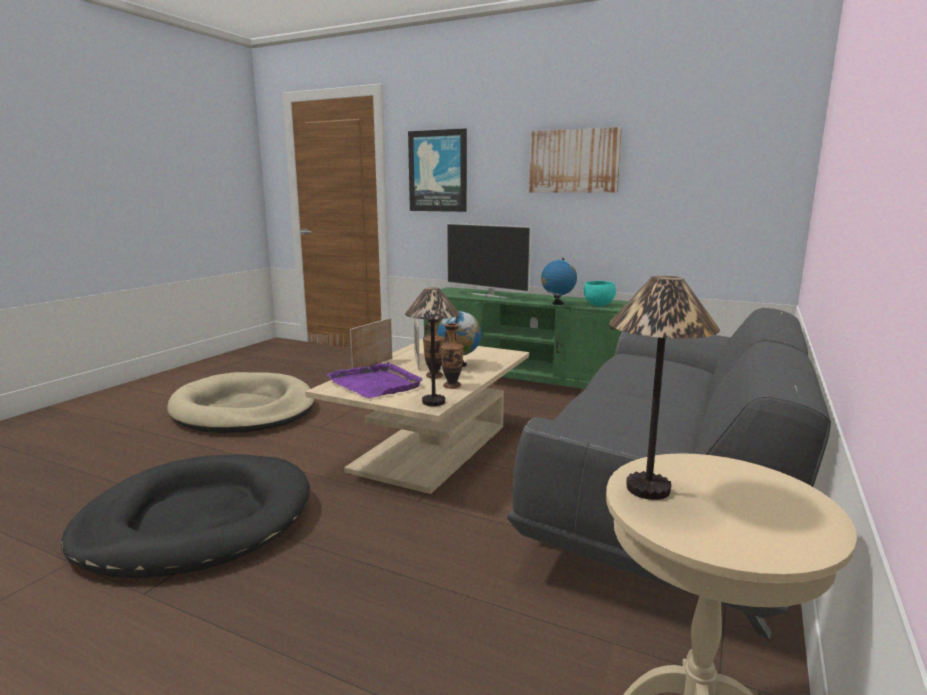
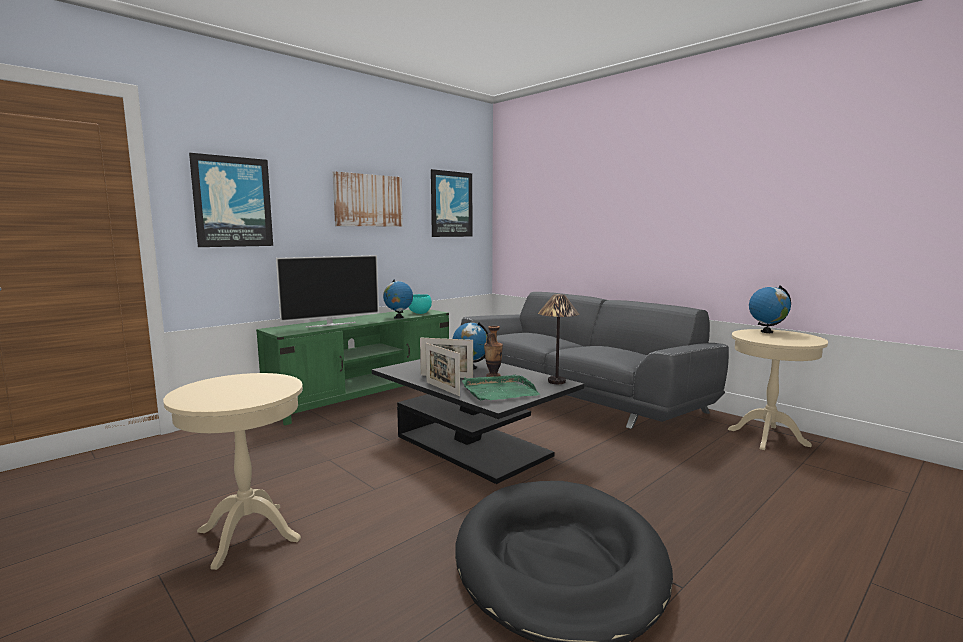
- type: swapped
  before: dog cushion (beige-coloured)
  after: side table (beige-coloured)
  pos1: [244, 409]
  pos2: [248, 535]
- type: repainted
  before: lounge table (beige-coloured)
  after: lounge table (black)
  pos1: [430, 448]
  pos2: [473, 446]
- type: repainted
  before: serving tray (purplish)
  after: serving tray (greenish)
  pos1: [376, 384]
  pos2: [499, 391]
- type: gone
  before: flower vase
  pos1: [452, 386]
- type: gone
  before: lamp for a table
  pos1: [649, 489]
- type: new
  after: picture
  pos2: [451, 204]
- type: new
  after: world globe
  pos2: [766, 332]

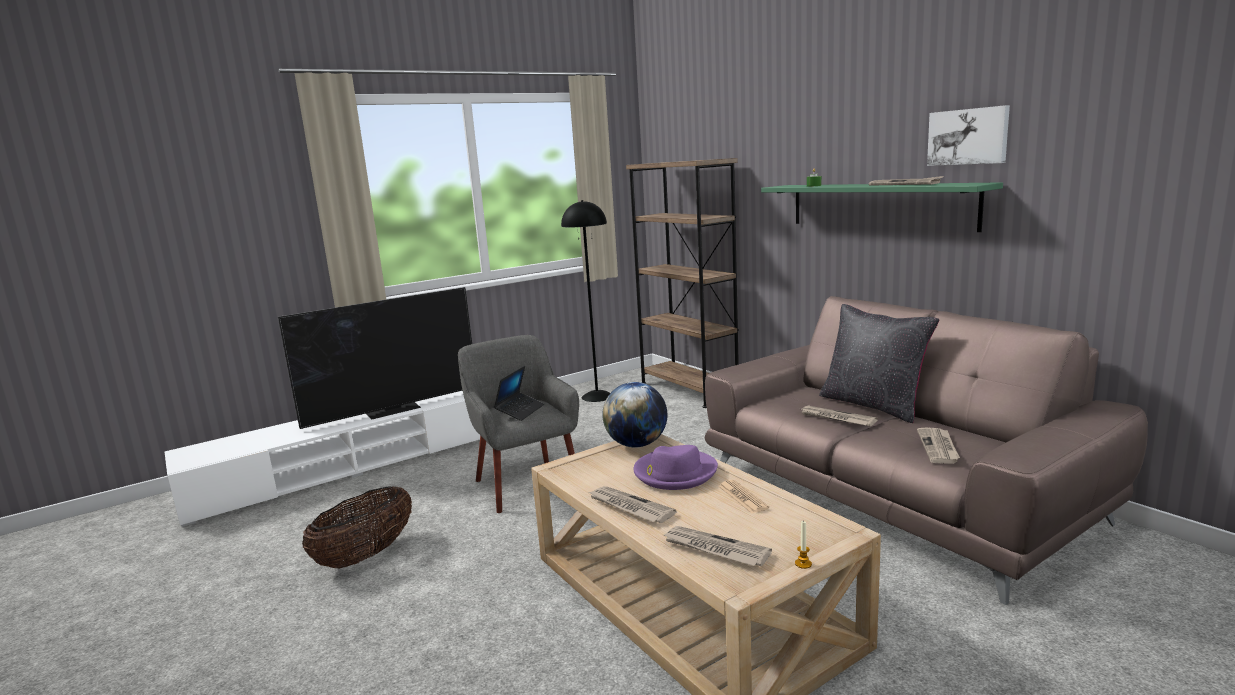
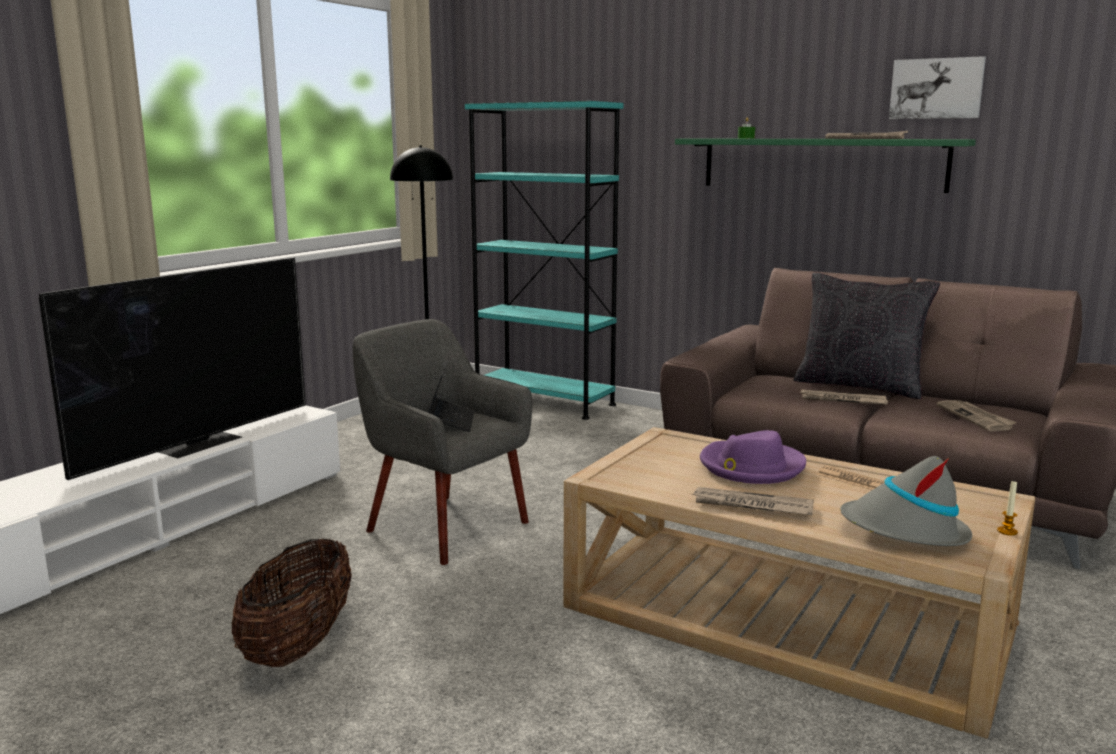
- type: gone
  before: world globe
  pos1: [636, 444]
- type: repainted
  before: bookshelf (brown)
  after: bookshelf (turquoise)
  pos1: [688, 390]
  pos2: [544, 401]
- type: swapped
  before: printed paper
  after: wearable hat (greyish)
  pos1: [714, 549]
  pos2: [904, 531]

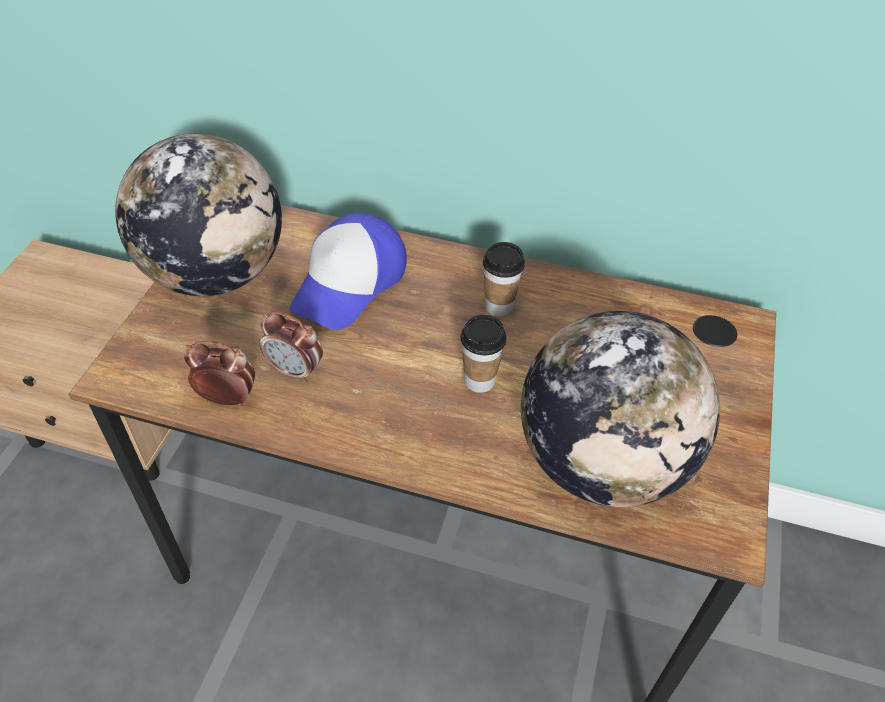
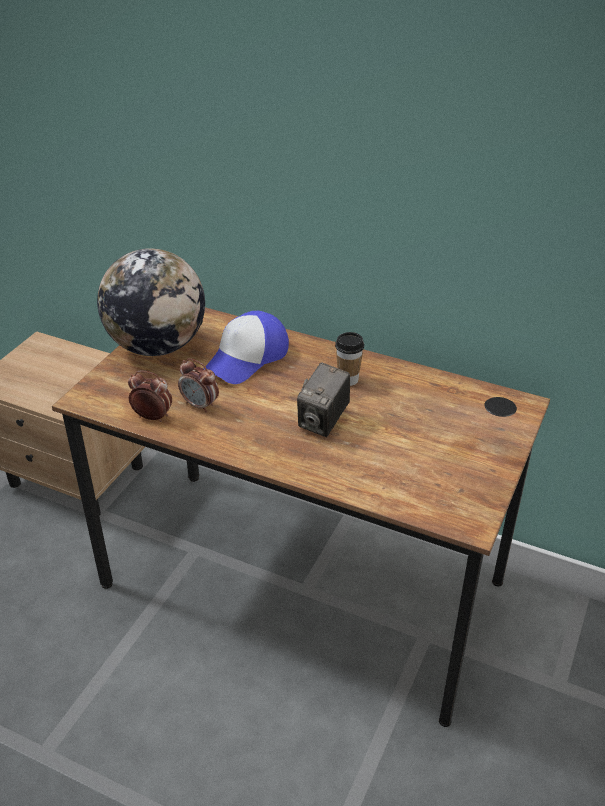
- type: swapped
  before: cup
  after: still camera
  pos1: [479, 380]
  pos2: [323, 421]
- type: gone
  before: world globe
  pos1: [602, 462]

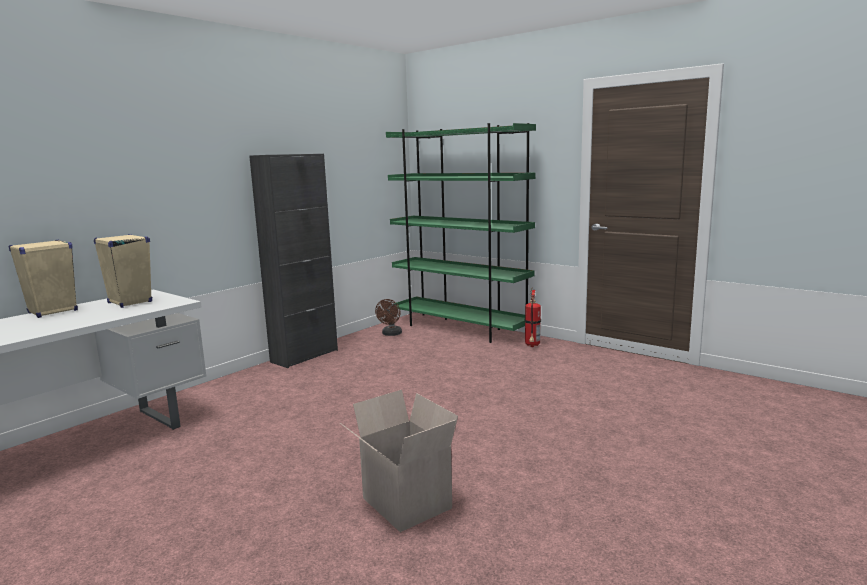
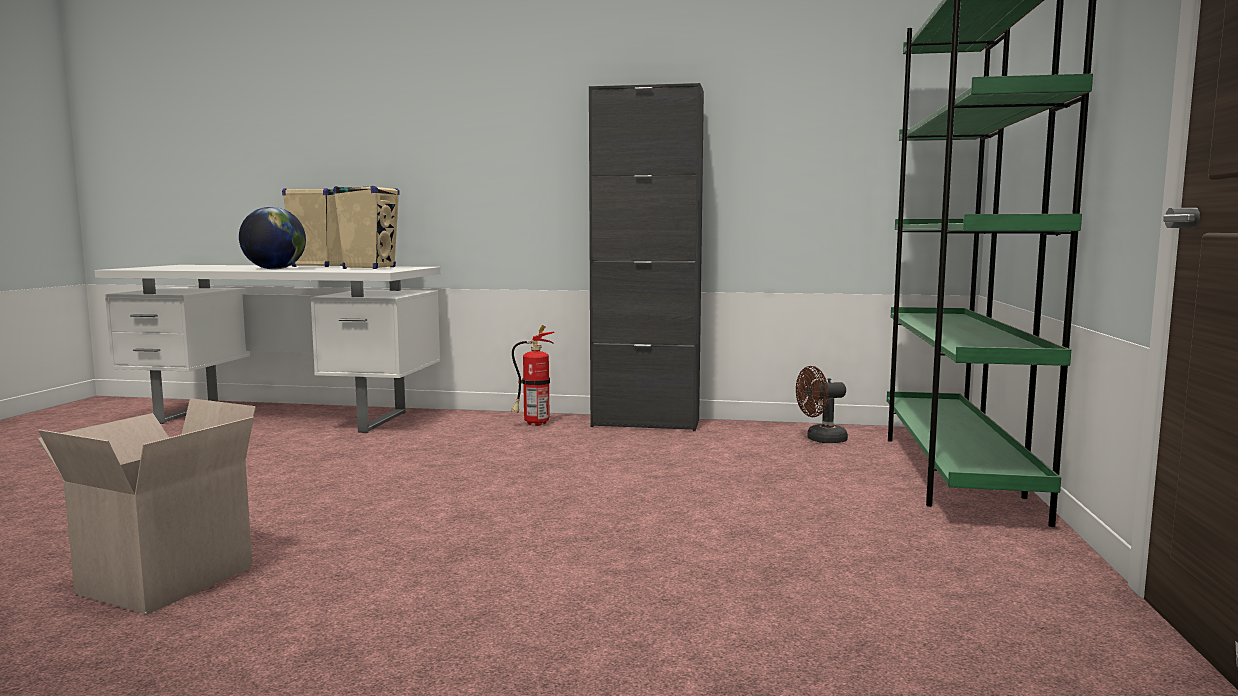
- type: shifted
  before: extinguisher
  pos1: [532, 346]
  pos2: [533, 424]
- type: new
  after: world globe
  pos2: [274, 269]

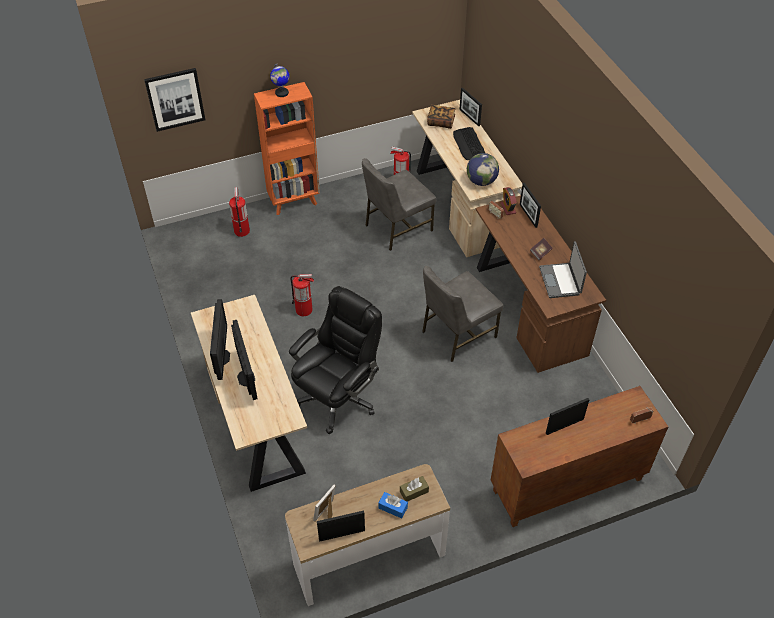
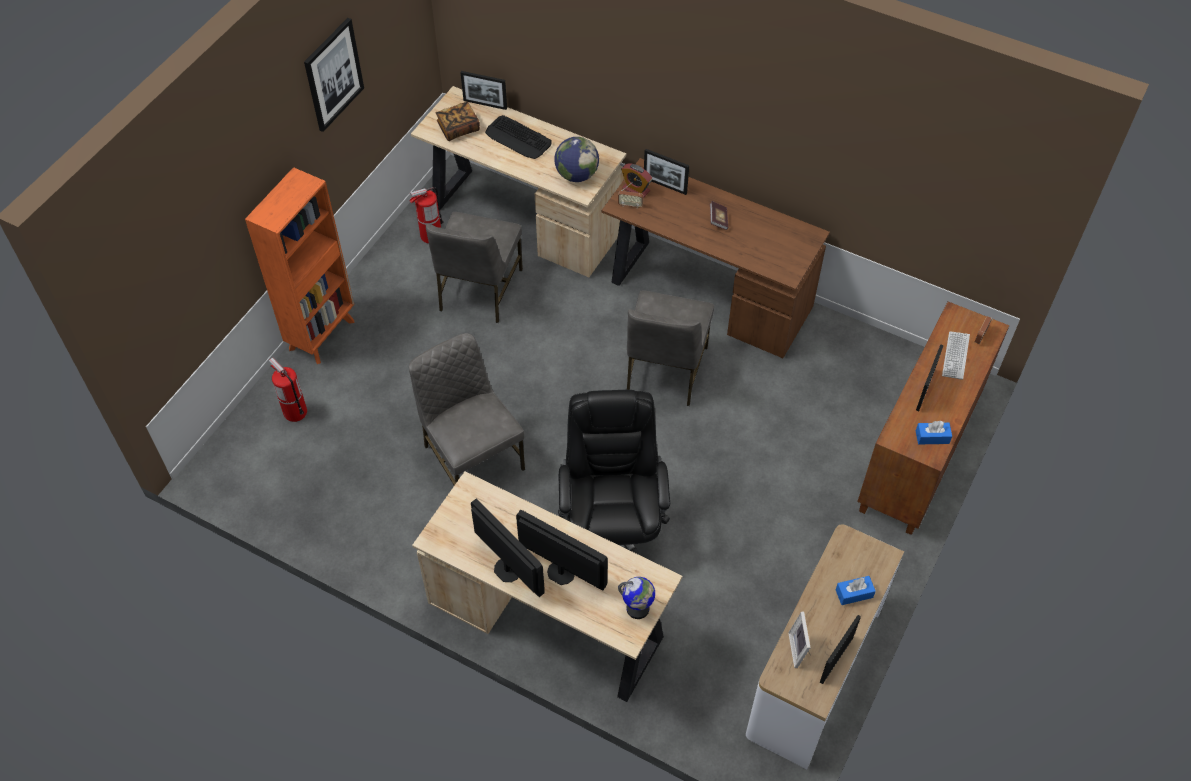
- type: shifted
  before: picture
  pos1: [175, 99]
  pos2: [333, 74]
- type: shifted
  before: world globe
  pos1: [281, 93]
  pos2: [638, 609]
- type: swapped
  before: extinguisher
  after: plain chair (greyish)
  pos1: [304, 310]
  pos2: [472, 457]
- type: gone
  before: tissue box (brown)
  pos1: [414, 491]
- type: gone
  before: notebook computer
  pos1: [560, 281]
- type: new
  after: tissue box (bluish)
  pos2: [932, 437]
- type: new
  after: keyboard
  pos2: [955, 356]

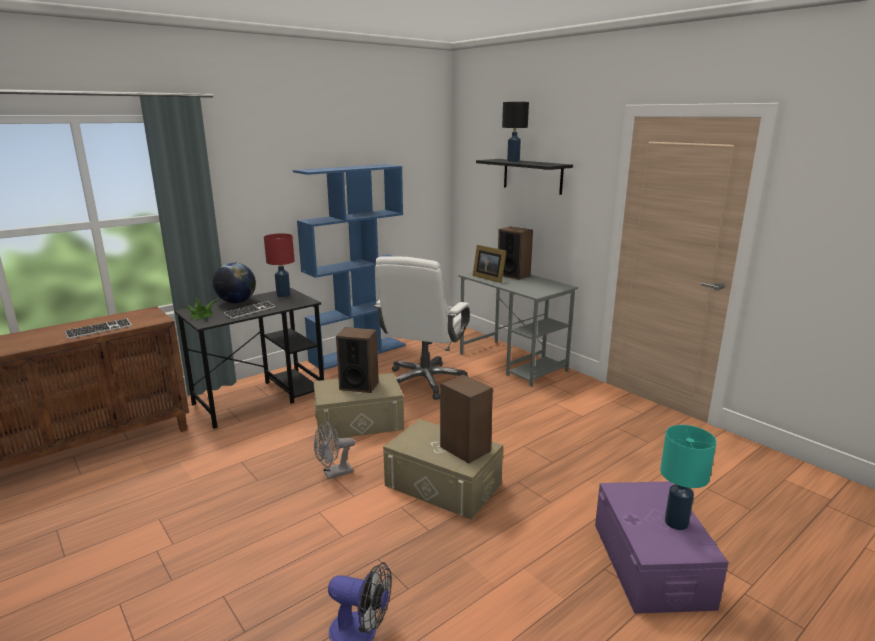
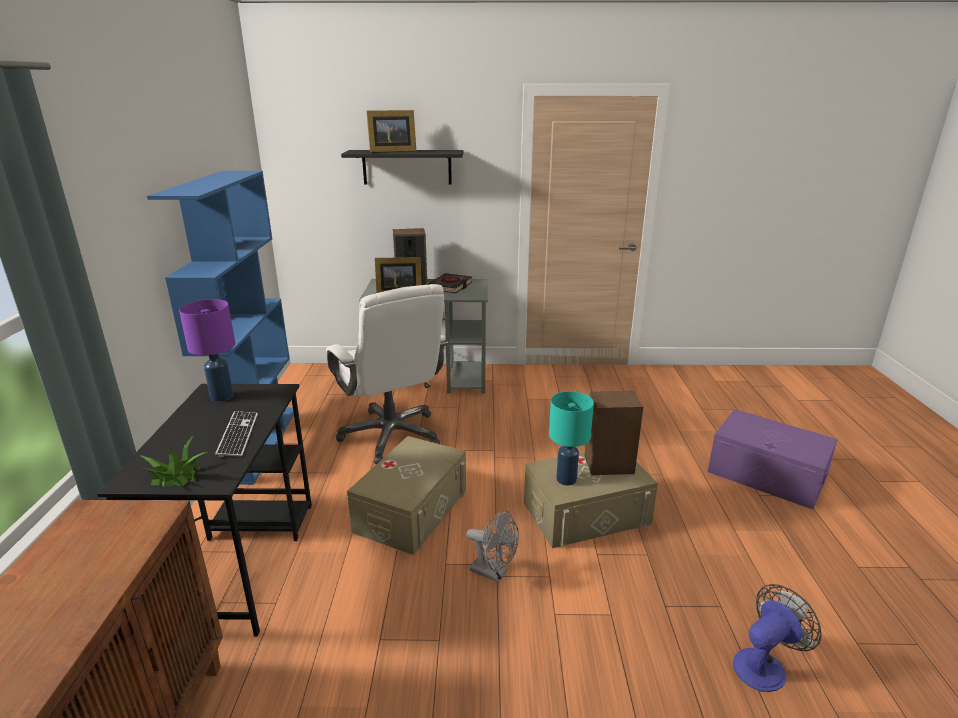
- type: gone
  before: keyboard
  pos1: [99, 330]
- type: gone
  before: world globe
  pos1: [237, 302]
- type: repainted
  before: lamp for a table (red)
  after: lamp for a table (purplish)
  pos1: [283, 295]
  pos2: [222, 396]
- type: rotated
  before: electric fan (greyish)
  pos1: [334, 474]
  pos2: [494, 573]
  turn: -75
- type: gone
  before: audio speaker
  pos1: [359, 385]
- type: swapped
  before: lamp for a table (black)
  after: standing frame
  pos1: [513, 161]
  pos2: [391, 151]
- type: shifted
  before: lamp for a table (turquoise)
  pos1: [675, 523]
  pos2: [566, 480]
- type: new
  after: book (black)
  pos2: [450, 286]

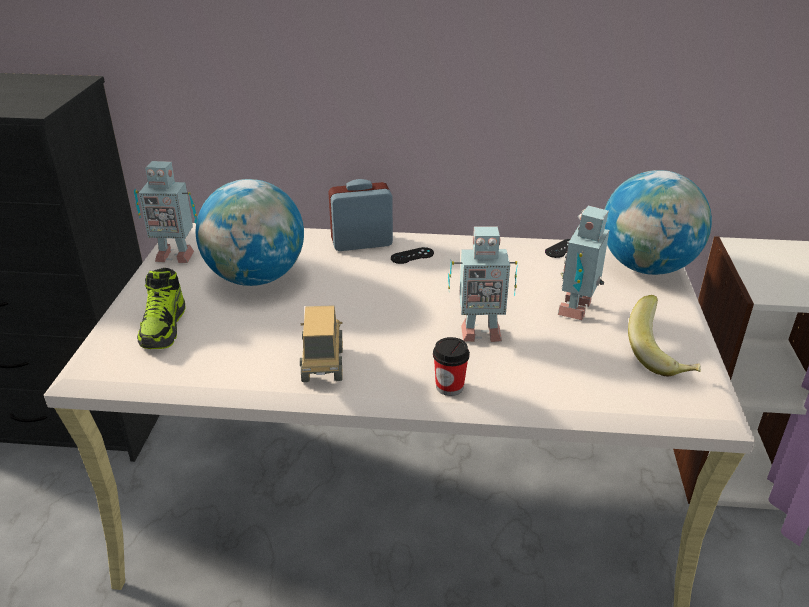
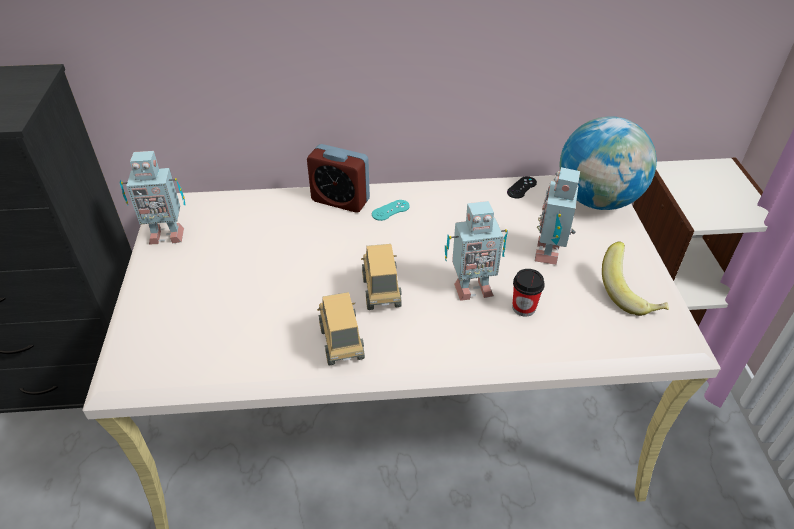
- type: gone
  before: shoe
  pos1: [164, 328]
- type: gone
  before: world globe
  pos1: [256, 278]
- type: rotated
  before: alarm clock
  pos1: [361, 243]
  pos2: [340, 200]
  turn: -135
- type: repainted
  before: joypad (black)
  after: joypad (turquoise)
  pos1: [412, 256]
  pos2: [390, 210]
- type: shifted
  before: cup
  pos1: [449, 387]
  pos2: [523, 308]
- type: new
  after: toy lorry
  pos2: [381, 292]

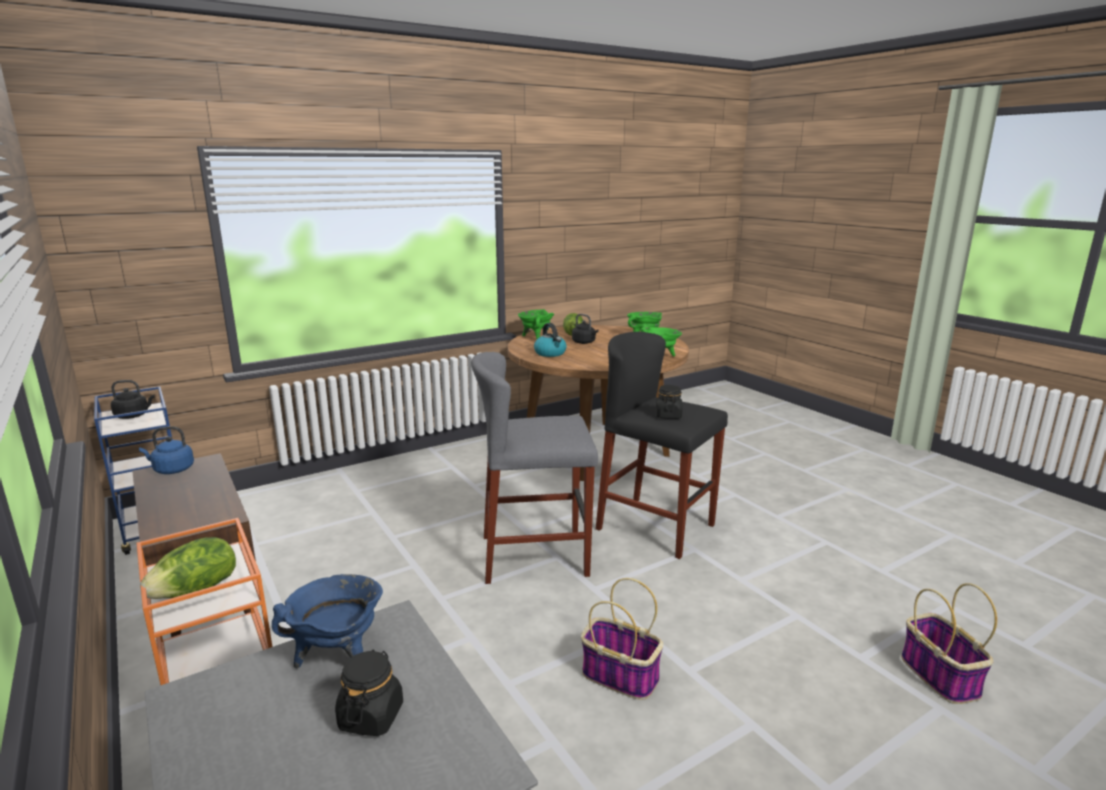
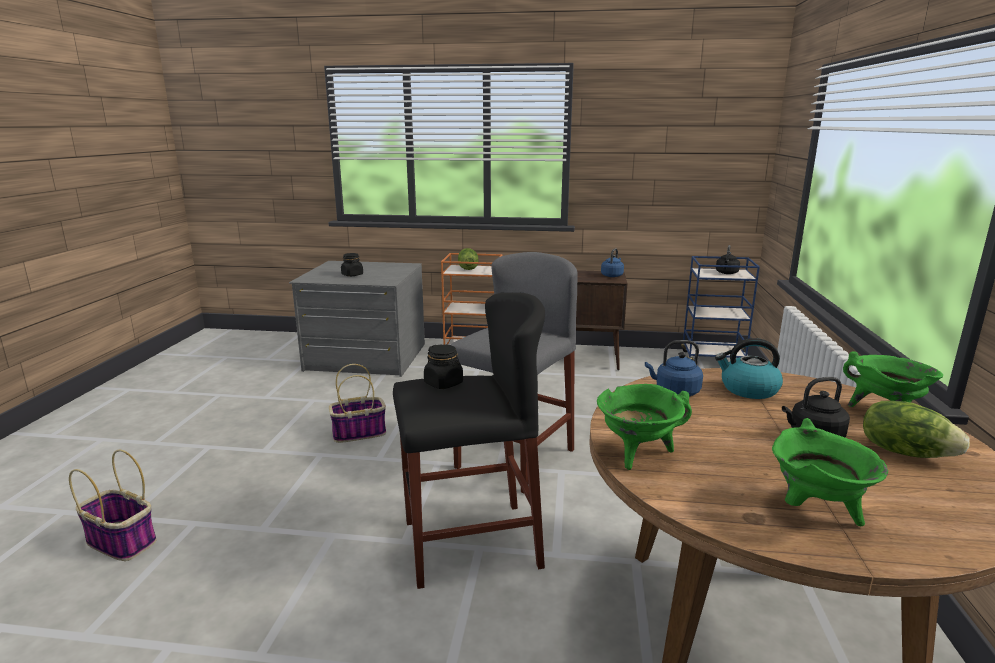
- type: gone
  before: cooking pot (bluish)
  pos1: [338, 654]
- type: new
  after: water kettle (bluish)
  pos2: [675, 392]

